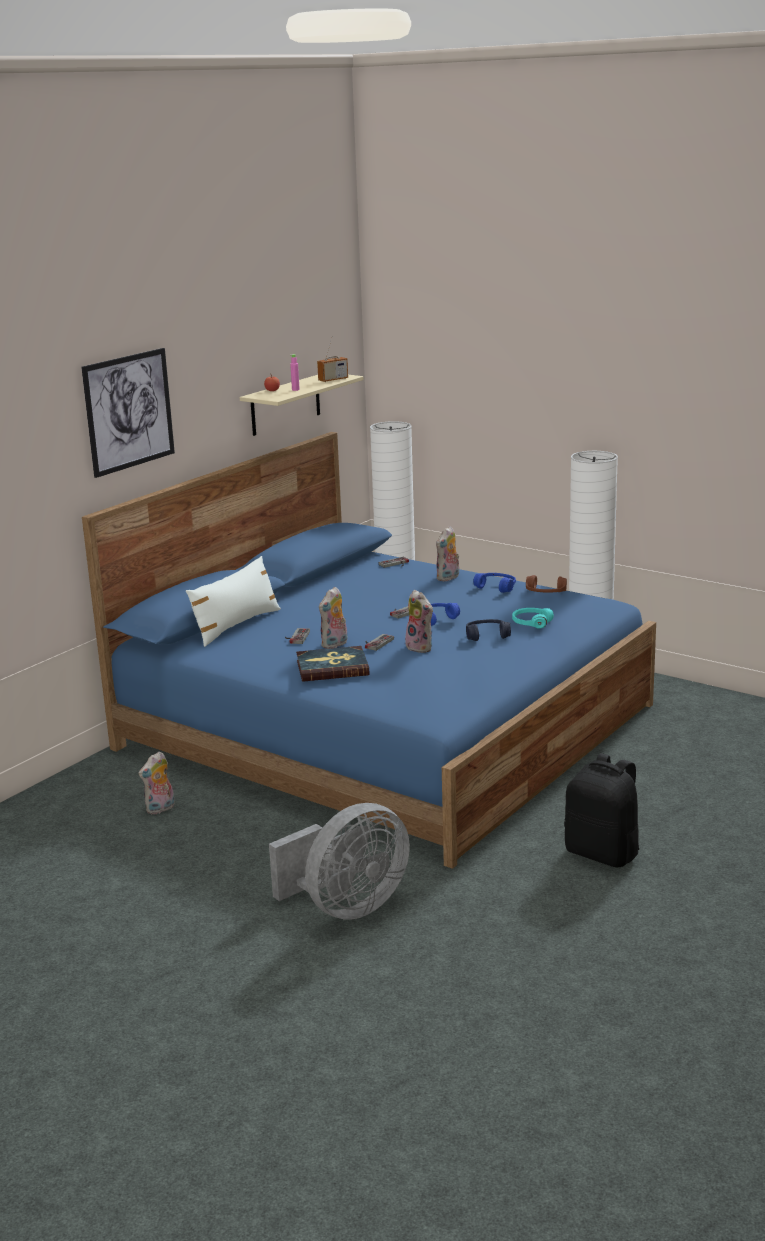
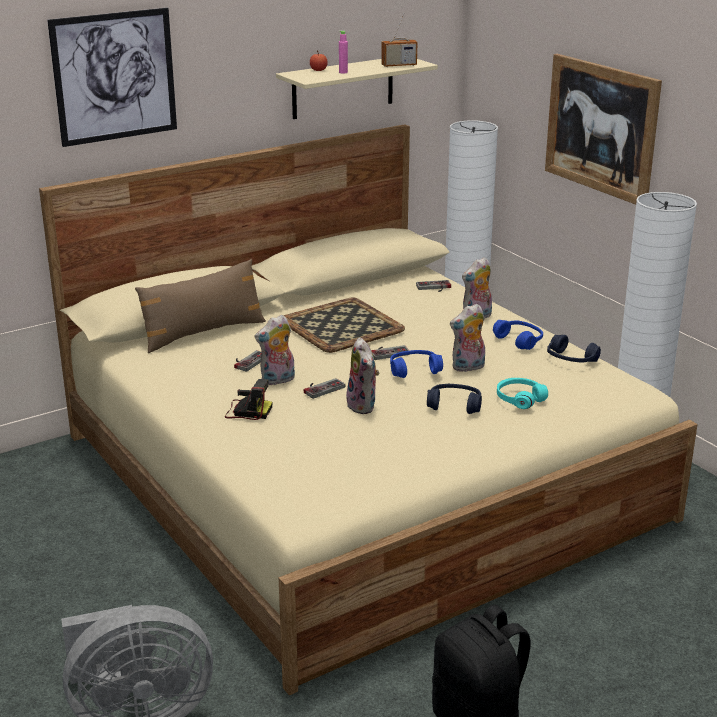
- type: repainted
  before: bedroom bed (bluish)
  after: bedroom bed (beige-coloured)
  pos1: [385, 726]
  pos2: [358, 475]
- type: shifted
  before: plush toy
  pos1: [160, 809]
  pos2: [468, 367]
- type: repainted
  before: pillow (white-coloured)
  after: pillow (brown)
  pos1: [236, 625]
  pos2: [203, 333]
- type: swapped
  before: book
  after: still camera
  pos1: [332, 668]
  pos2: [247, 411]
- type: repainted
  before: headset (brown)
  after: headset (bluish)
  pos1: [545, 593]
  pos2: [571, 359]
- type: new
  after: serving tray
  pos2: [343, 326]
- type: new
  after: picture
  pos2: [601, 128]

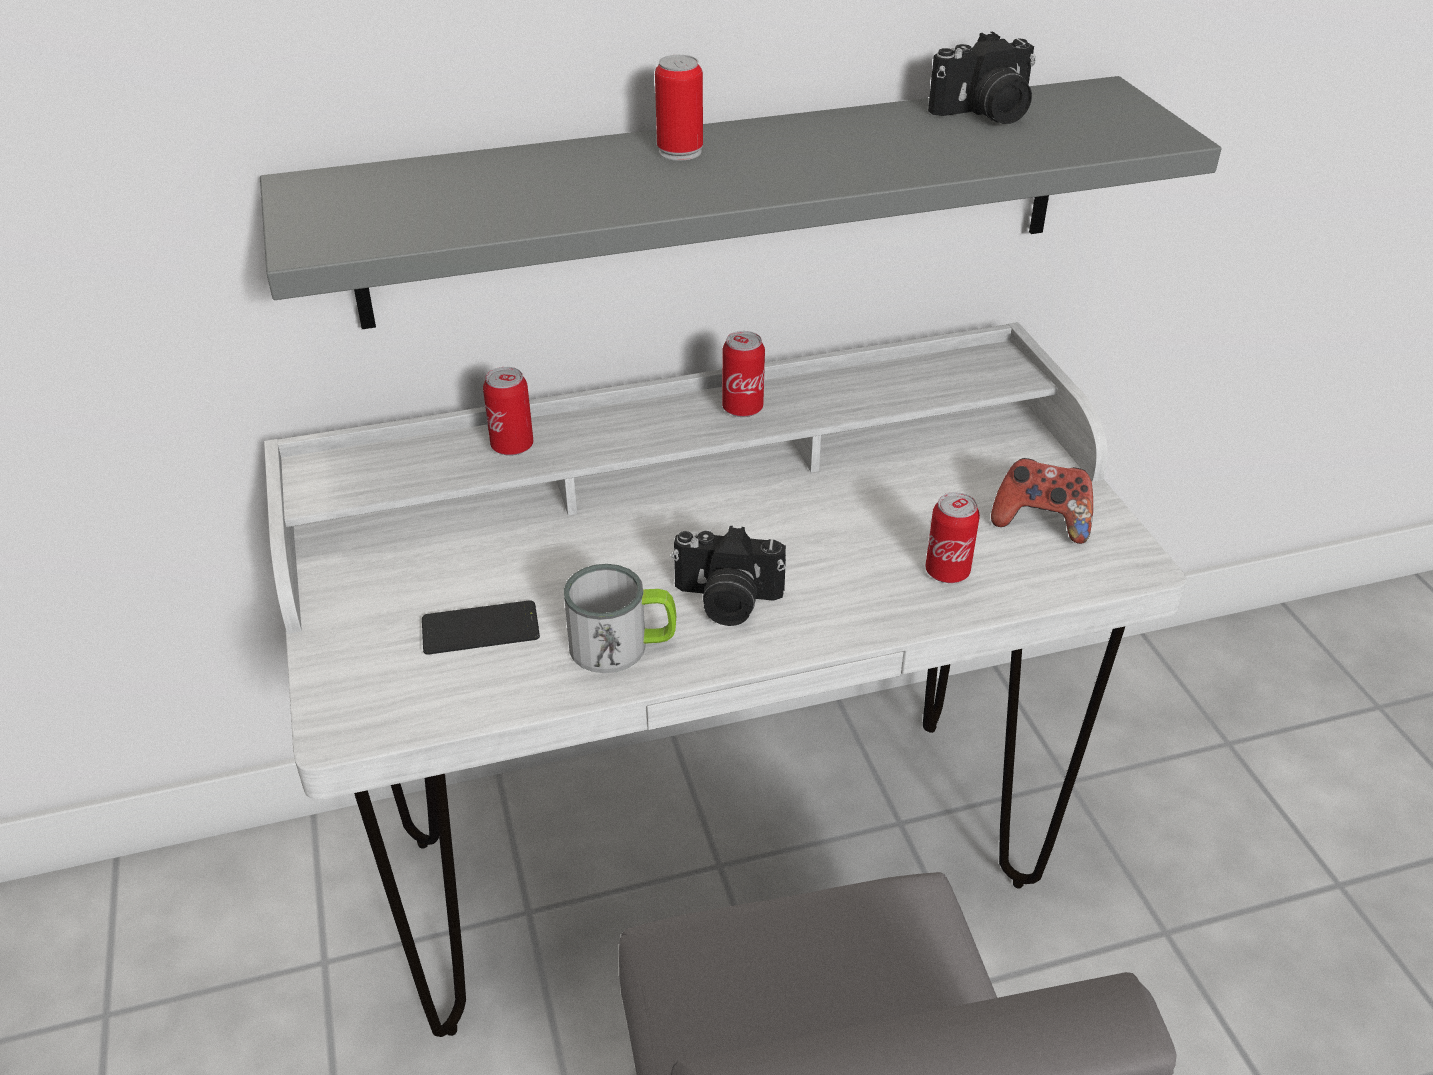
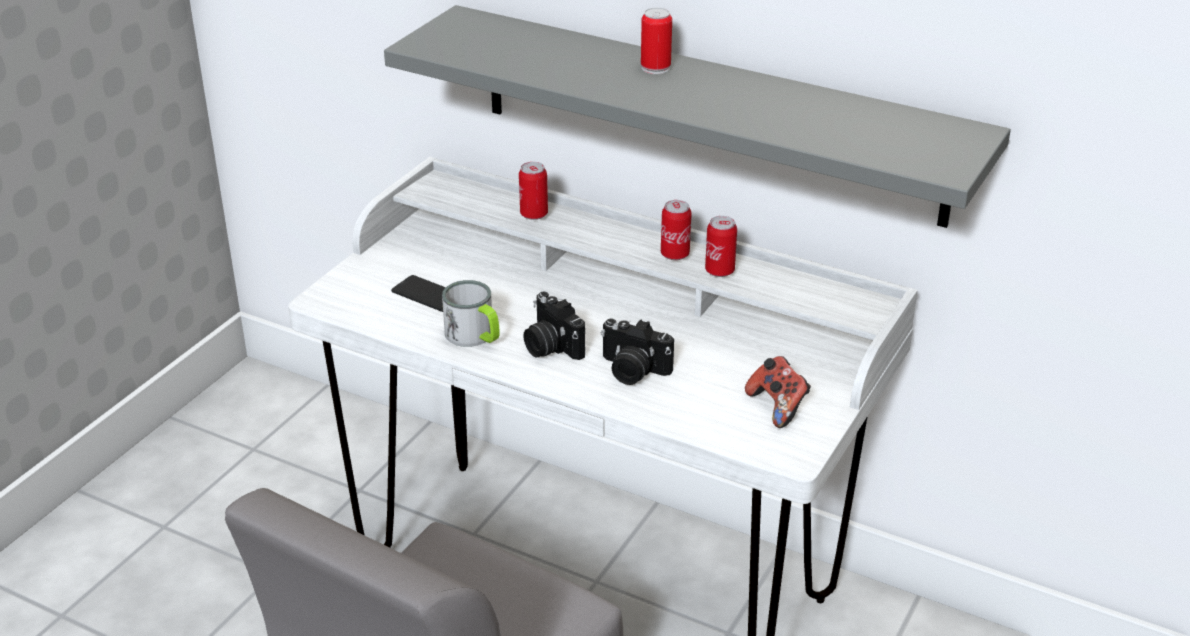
- type: shifted
  before: metal can
  pos1: [947, 572]
  pos2: [719, 271]
- type: shifted
  before: still camera
  pos1: [985, 113]
  pos2: [632, 371]

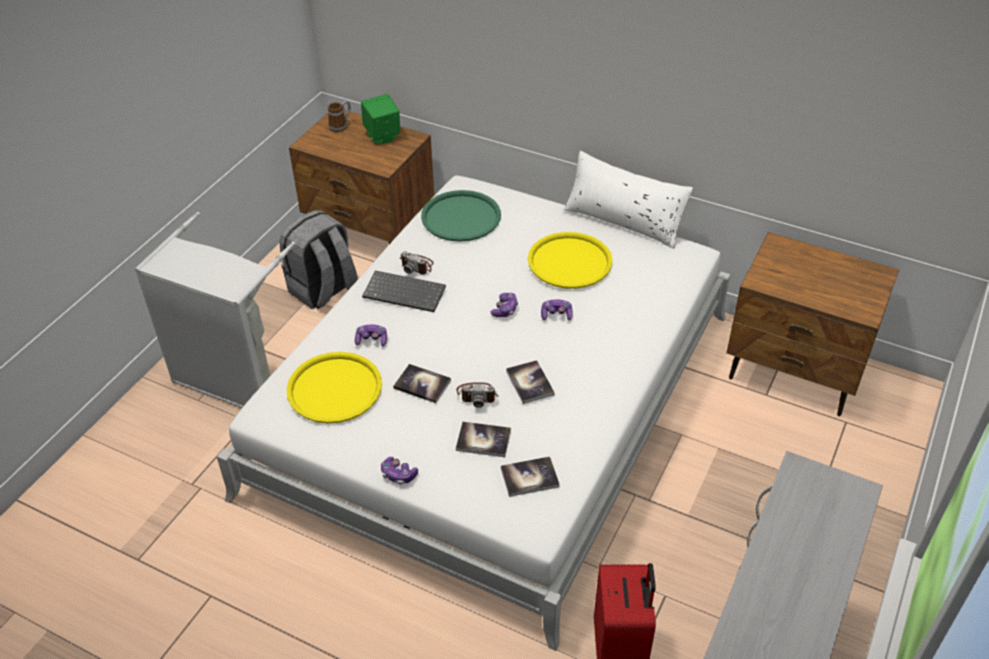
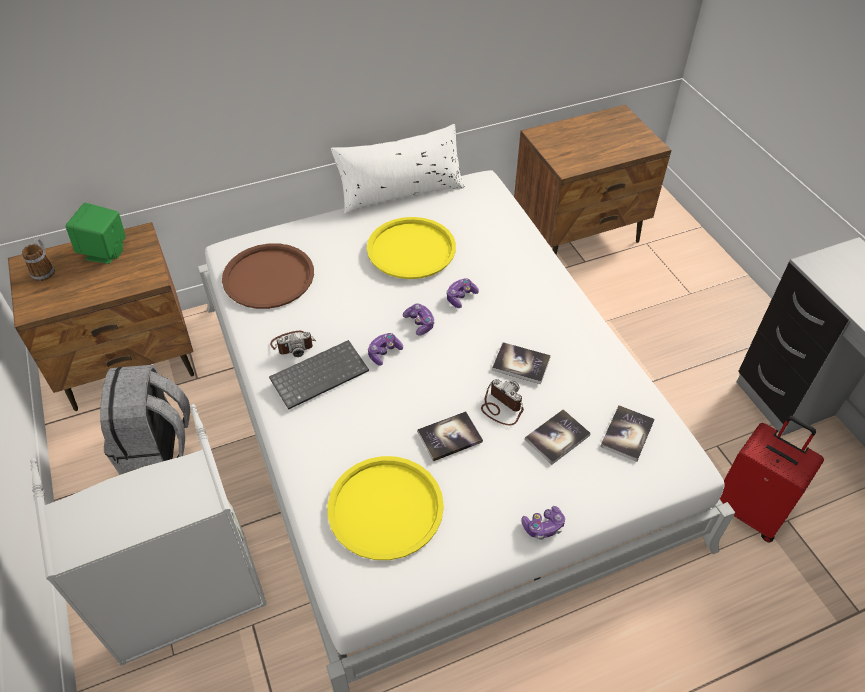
- type: shifted
  before: joypad
  pos1: [372, 340]
  pos2: [384, 352]
- type: repainted
  before: serving tray (greenish)
  after: serving tray (brown)
  pos1: [461, 217]
  pos2: [268, 277]
- type: rotated
  before: still camera
  pos1: [477, 395]
  pos2: [501, 407]
  turn: -90

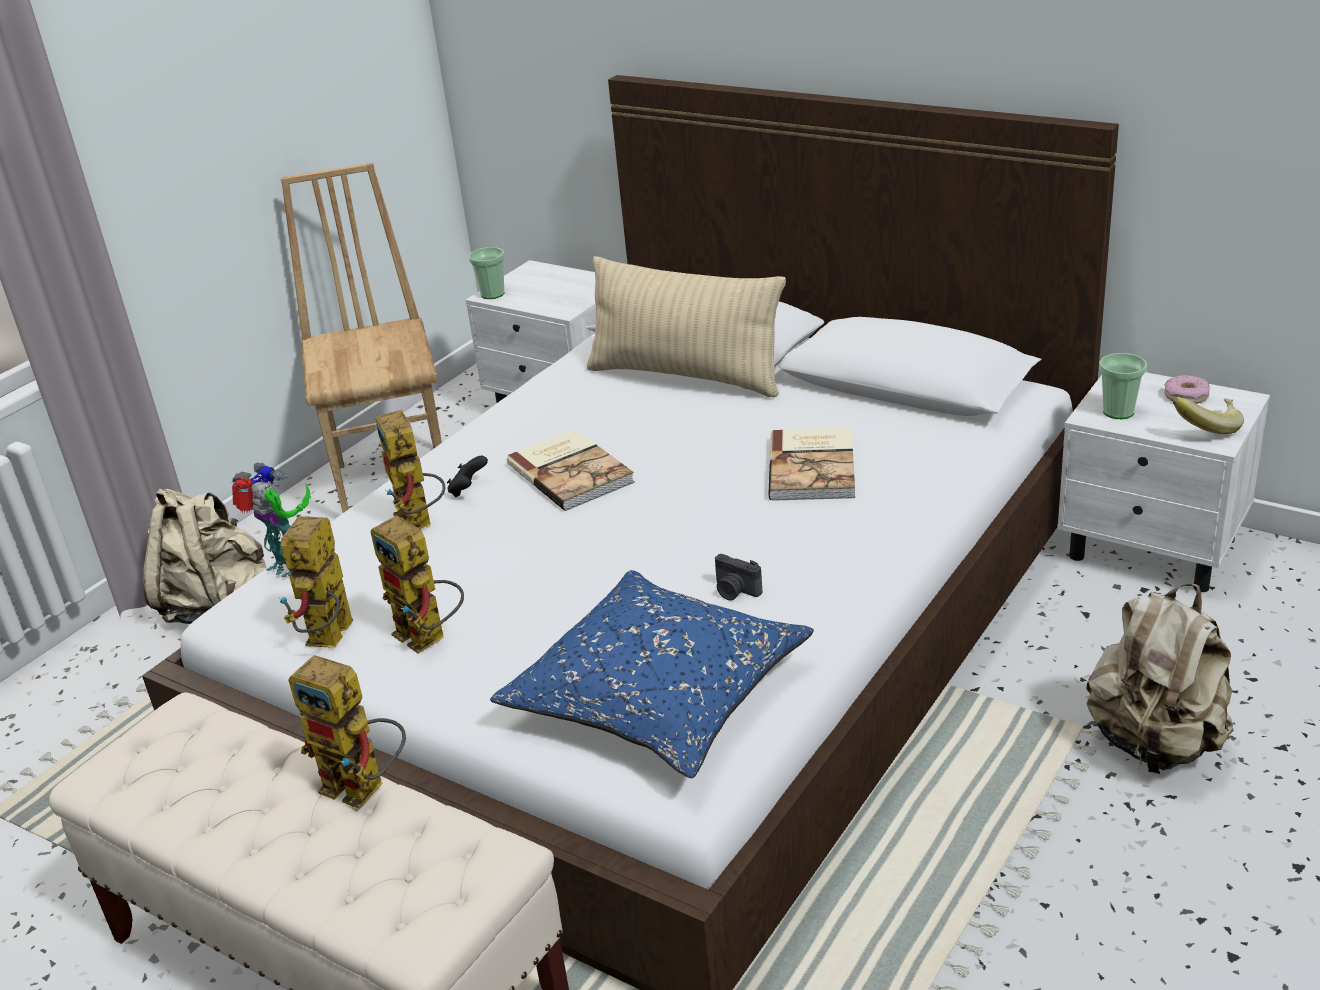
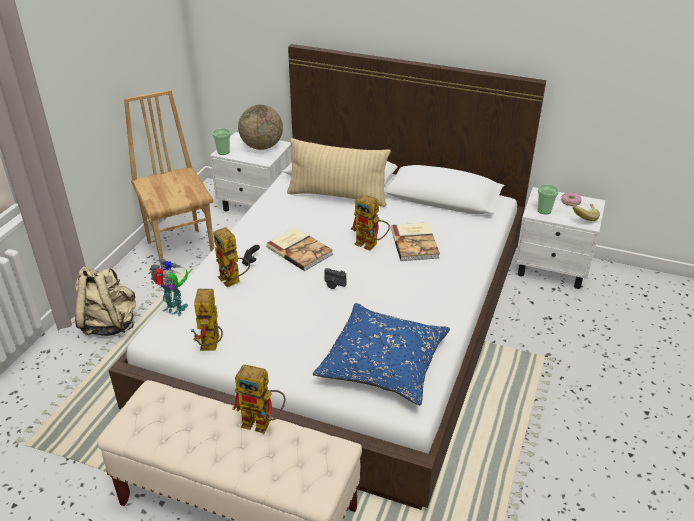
- type: shifted
  before: toy robot
  pos1: [429, 638]
  pos2: [371, 244]
- type: shifted
  before: still camera
  pos1: [735, 591]
  pos2: [334, 284]
- type: gone
  before: backpack (beige-coloured)
  pos1: [1156, 743]
- type: new
  after: world globe
  pos2: [262, 146]

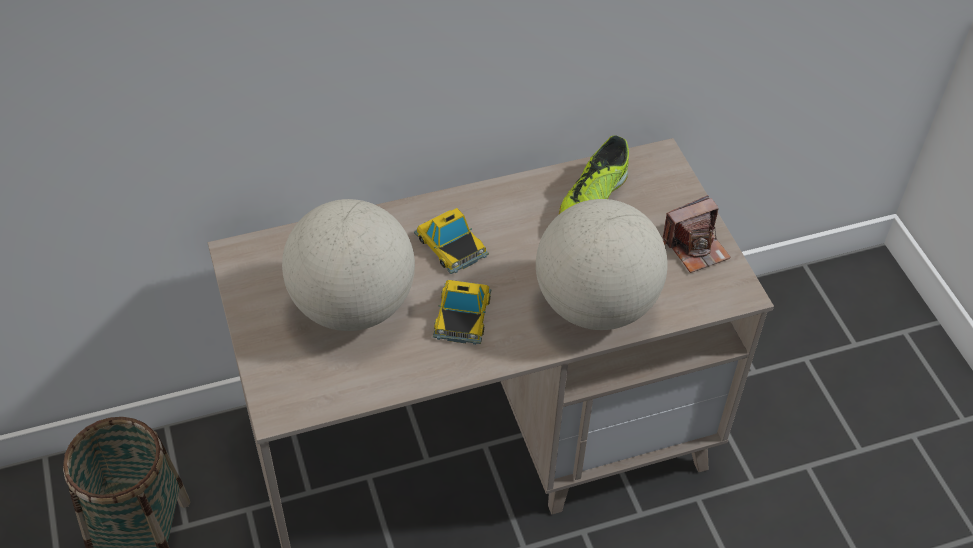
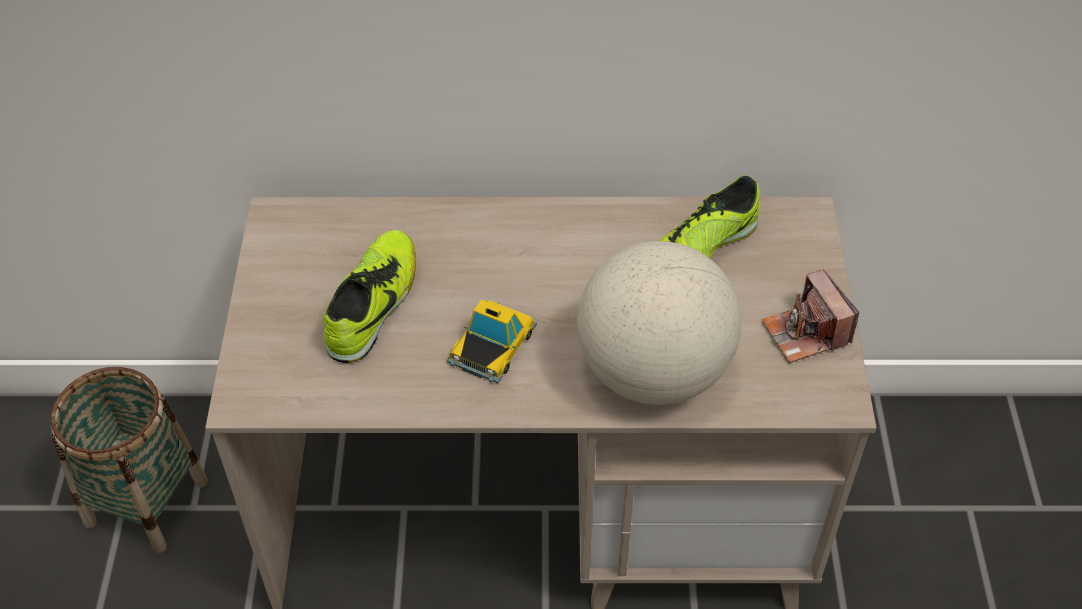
- type: swapped
  before: world globe
  after: shoe
  pos1: [352, 306]
  pos2: [374, 304]
- type: gone
  before: model car
  pos1: [451, 245]
- type: rotated
  before: still camera
  pos1: [695, 247]
  pos2: [805, 333]
  turn: 75

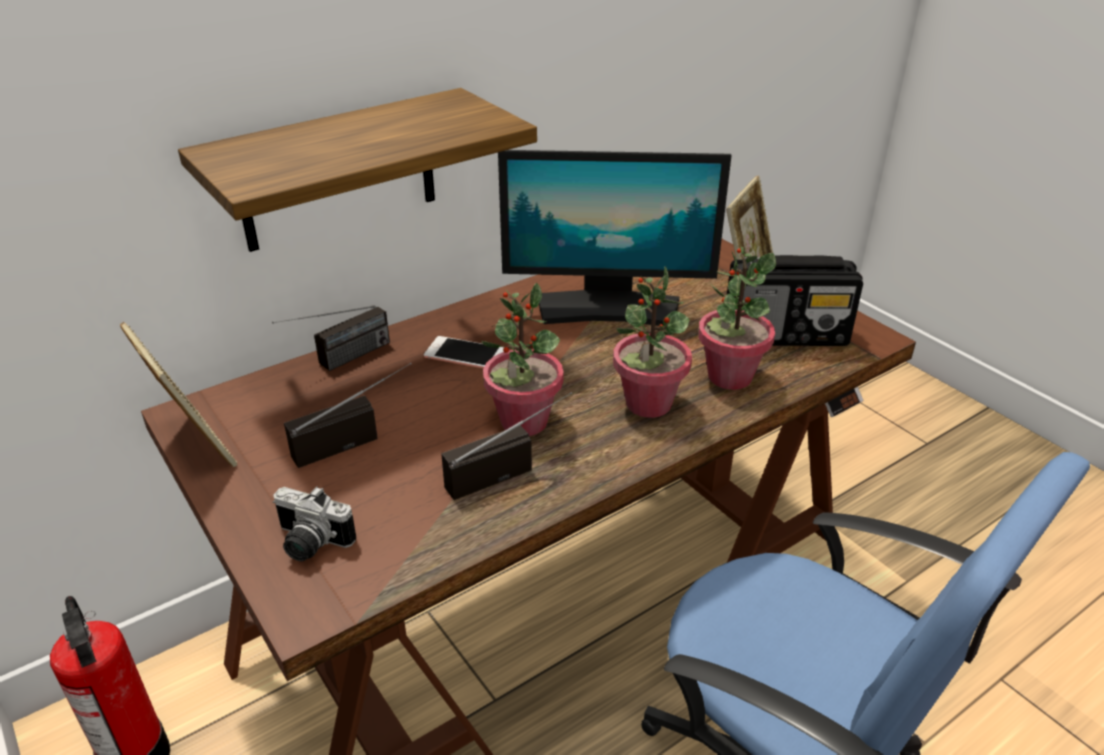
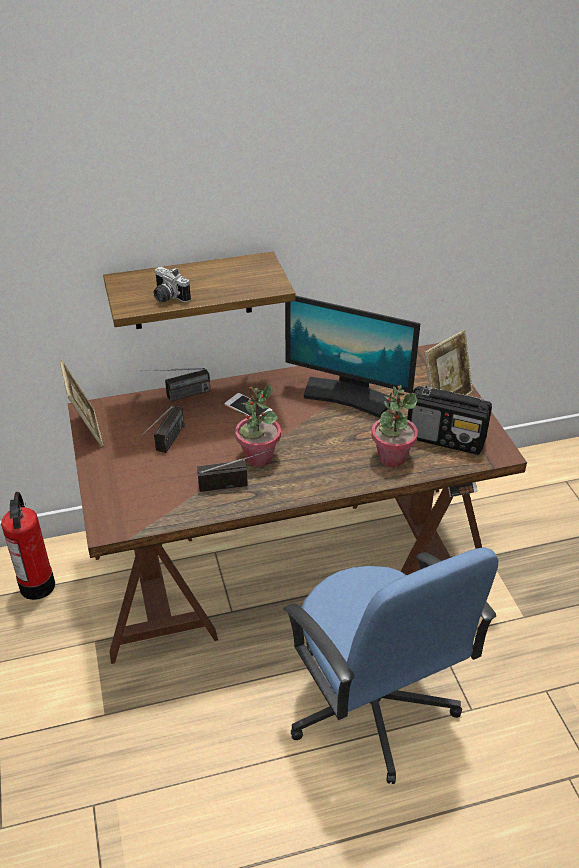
- type: shifted
  before: still camera
  pos1: [309, 544]
  pos2: [167, 297]
- type: rotated
  before: radio
  pos1: [355, 439]
  pos2: [166, 445]
  turn: 120
- type: gone
  before: houseplant
  pos1: [648, 404]

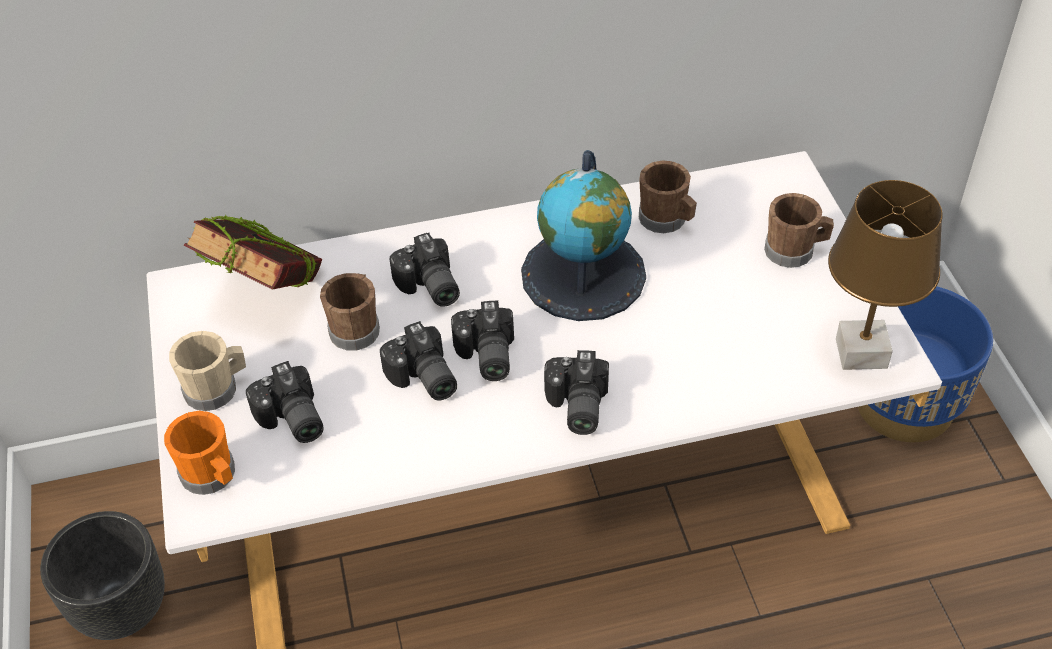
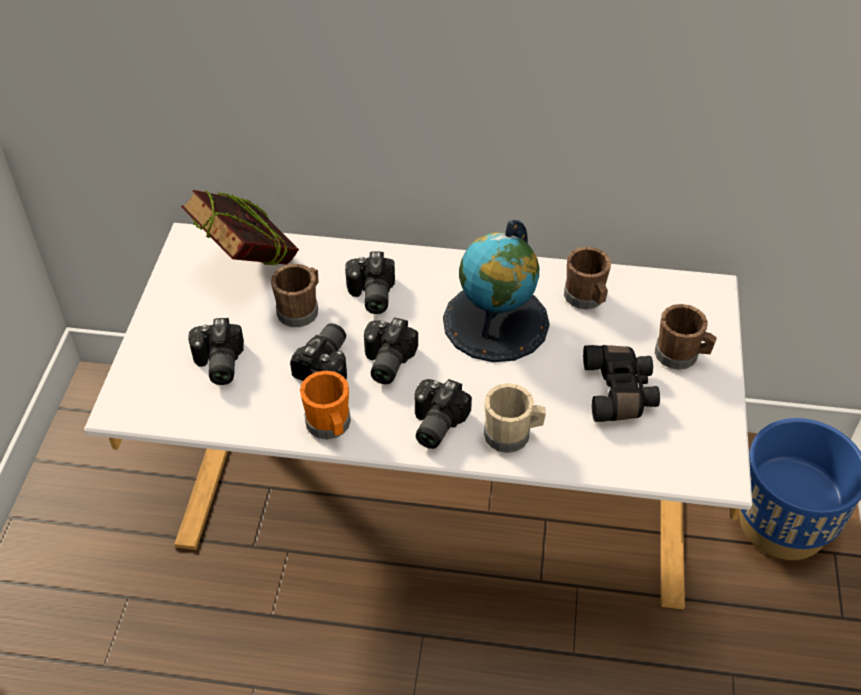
- type: gone
  before: flower pot (black)
  pos1: [123, 609]
- type: shifted
  before: mug (orangey)
  pos1: [212, 476]
  pos2: [330, 426]
- type: shifted
  before: mug (beige-coloured)
  pos1: [217, 389]
  pos2: [512, 435]
- type: rotated
  before: still camera
  pos1: [422, 379]
  pos2: [329, 365]
  turn: -150
- type: gone
  before: lamp for a table (brown)
  pos1: [861, 353]
- type: new
  after: pair of binoculars (black)
  pos2: [620, 392]

